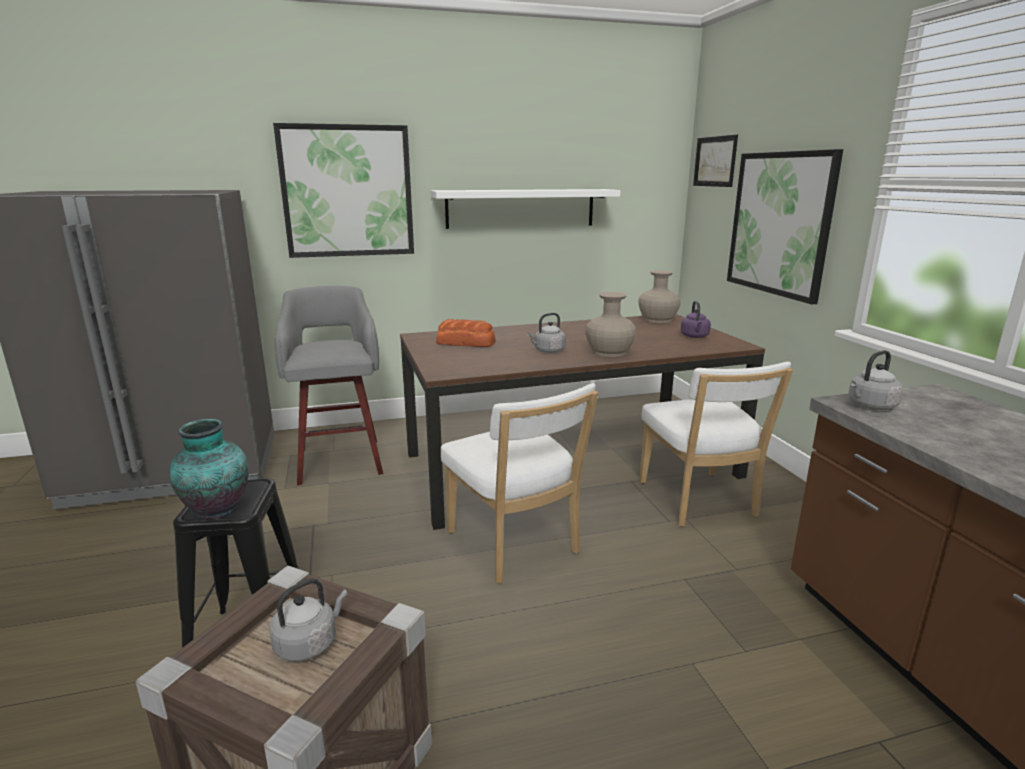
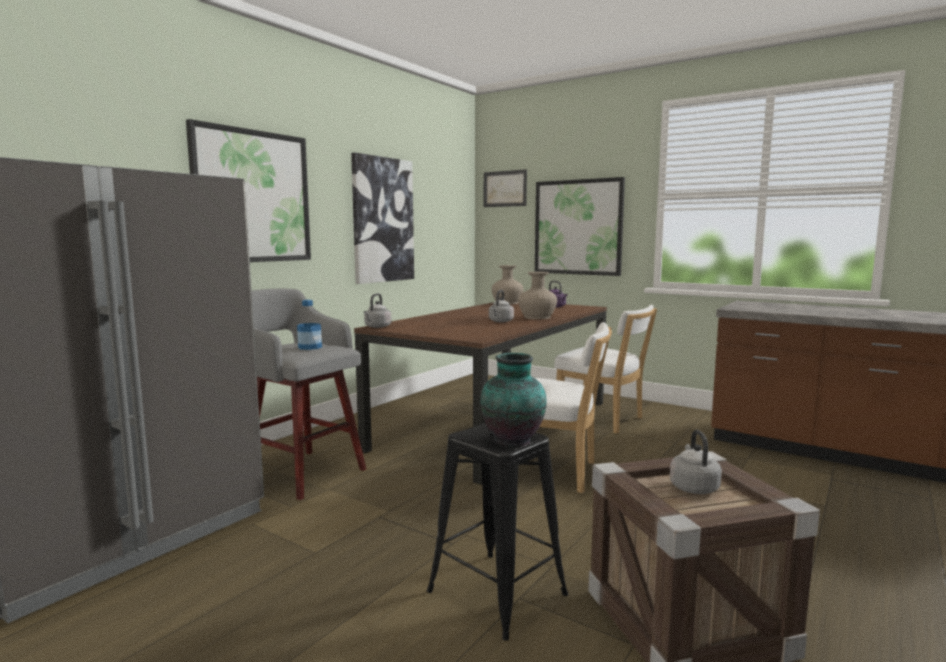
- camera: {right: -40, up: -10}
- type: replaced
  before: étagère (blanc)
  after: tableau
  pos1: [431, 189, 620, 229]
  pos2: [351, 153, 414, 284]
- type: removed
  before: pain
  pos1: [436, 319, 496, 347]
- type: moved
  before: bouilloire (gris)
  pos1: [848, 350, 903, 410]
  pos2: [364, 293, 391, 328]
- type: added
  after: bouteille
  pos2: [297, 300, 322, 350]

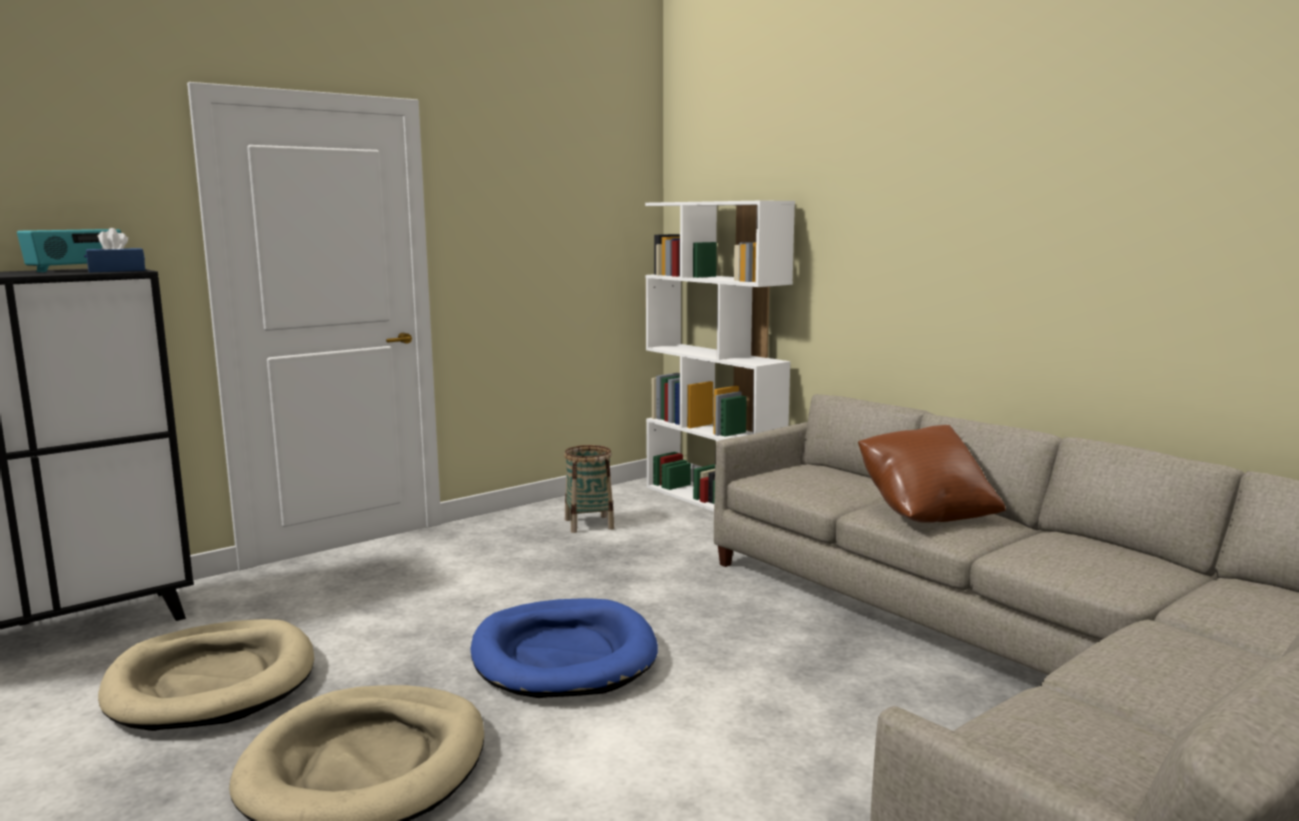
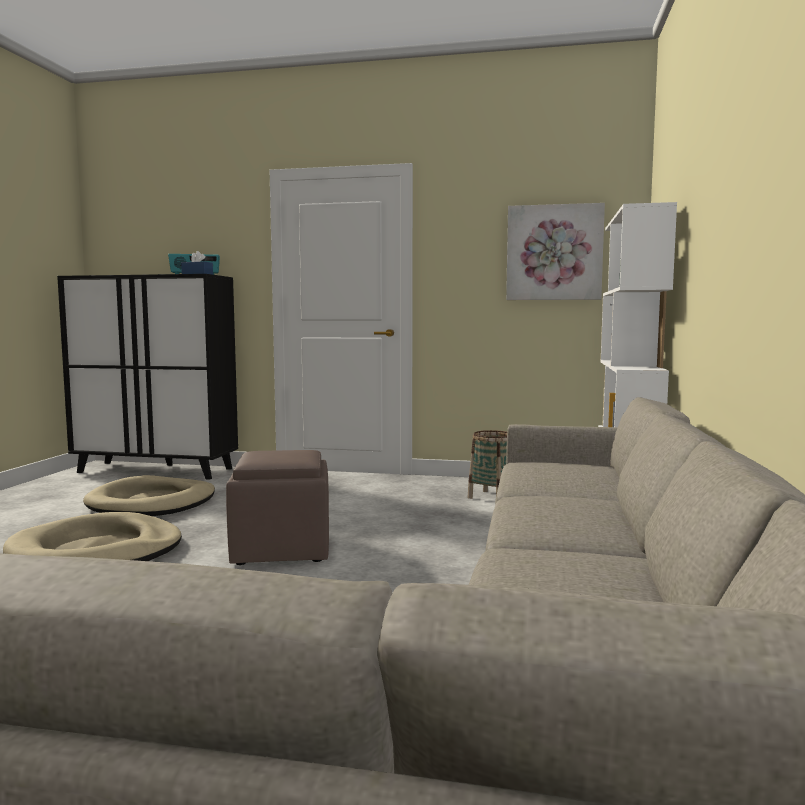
- camera: {right: 50, up: -5}
- type: removed
  before: coussin (marron)
  pos1: [858, 425, 1006, 523]
- type: replaced
  before: panier pour chien (bleu)
  after: pouf (marron)
  pos1: [470, 598, 658, 698]
  pos2: [226, 450, 329, 565]
- type: added
  after: tableau
  pos2: [506, 203, 605, 300]

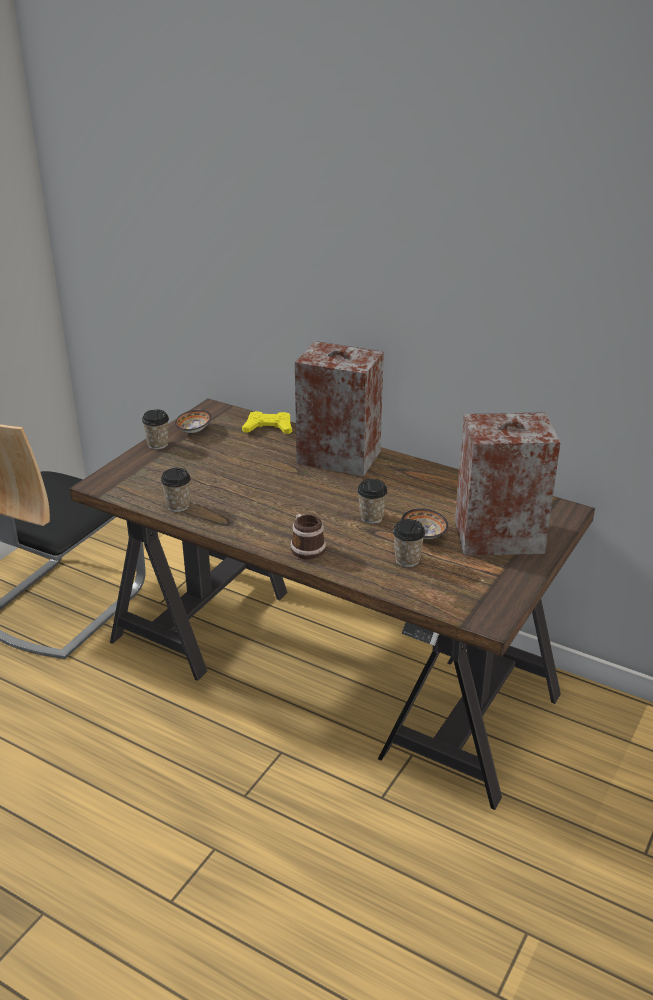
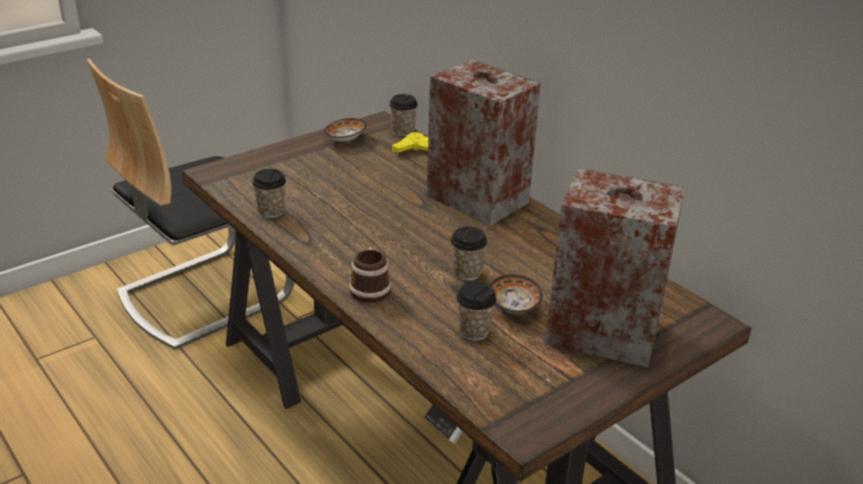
- camera: {right: 20, up: 0}
- type: moved
  before: tasse
  pos1: [142, 409, 169, 449]
  pos2: [389, 94, 418, 137]

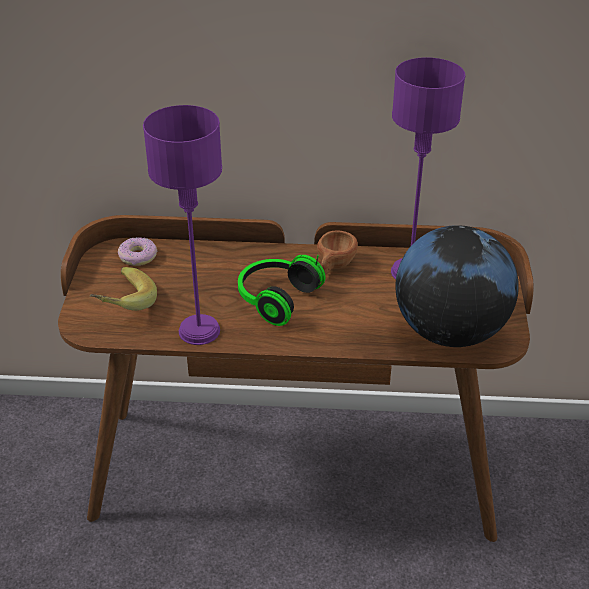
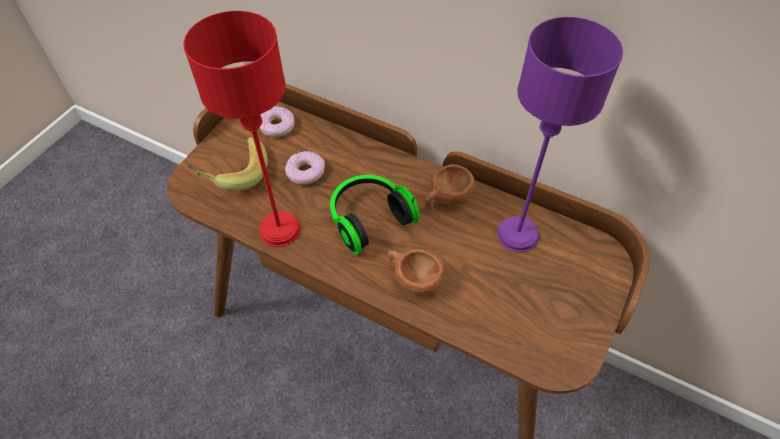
- camera: {right: 25, up: 15}
- type: recoloured
  before: lampe de table (violet)
  after: lampe de table (rouge)
  pos1: [143, 105, 222, 345]
  pos2: [183, 11, 300, 247]
- type: removed
  before: globe
  pos1: [395, 225, 519, 347]
- type: added
  after: beignet
  pos2: [285, 151, 325, 185]
- type: added
  after: tasse (marron)
  pos2: [388, 249, 444, 296]

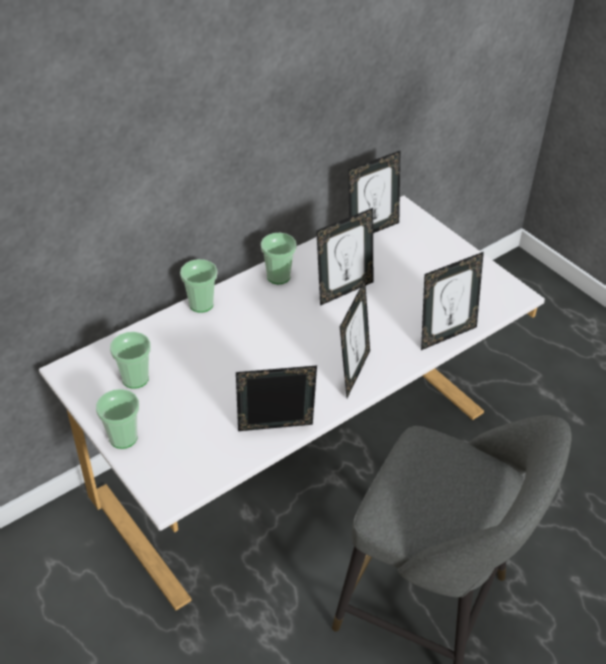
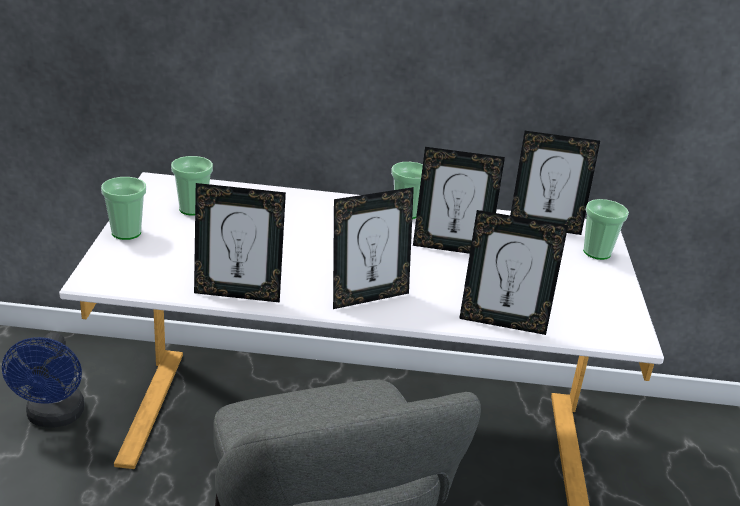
- camera: {right: 40, up: -15}
- type: moved
  before: tasse
  pos1: [180, 259, 217, 313]
  pos2: [583, 199, 629, 260]
- type: turned
  before: cadre photo
  pos1: [236, 365, 317, 431]
  pos2: [194, 183, 286, 303]
  turn: 150
- type: added
  after: ventilateur (bleu)
  pos2: [2, 332, 85, 428]

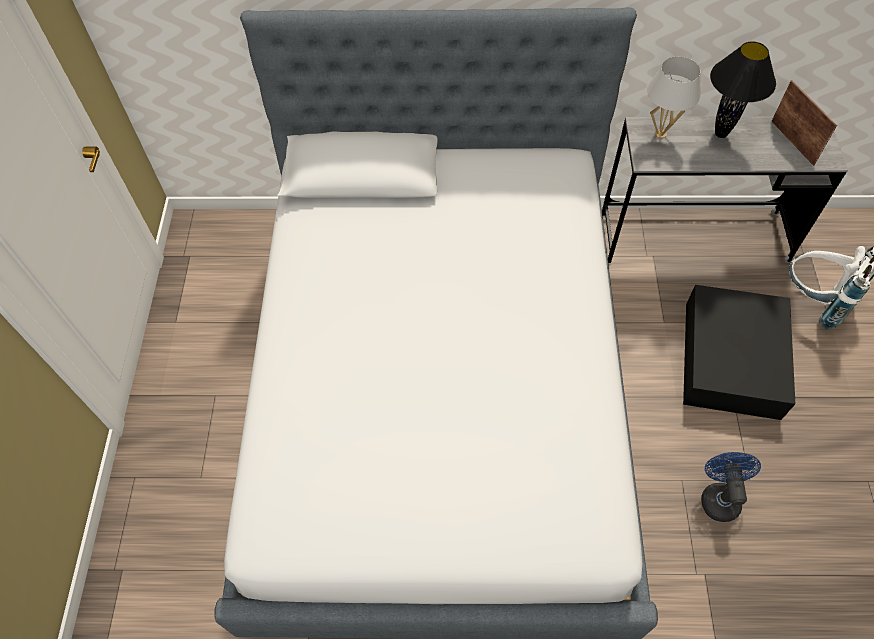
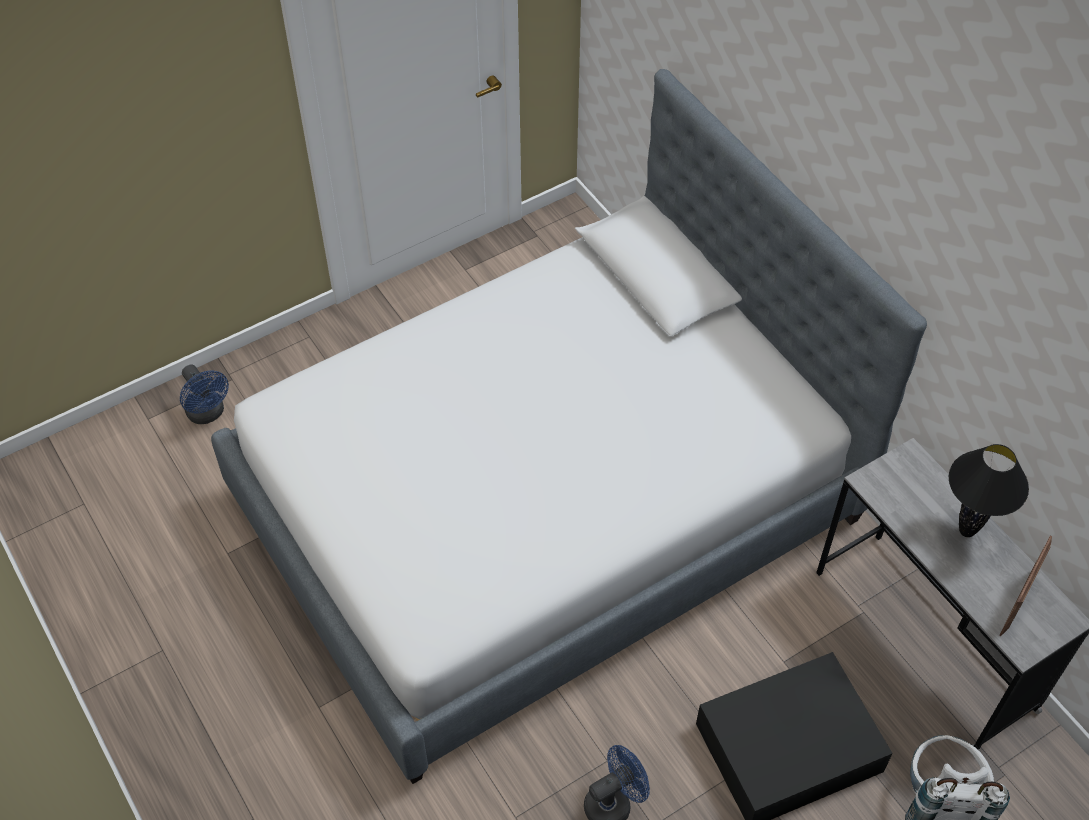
- camera: {right: 55, up: -5}
- type: removed
  before: lampe de table (blanc)
  pos1: [647, 57, 700, 139]
- type: added
  after: ventilateur (bleu)
  pos2: [180, 365, 229, 424]

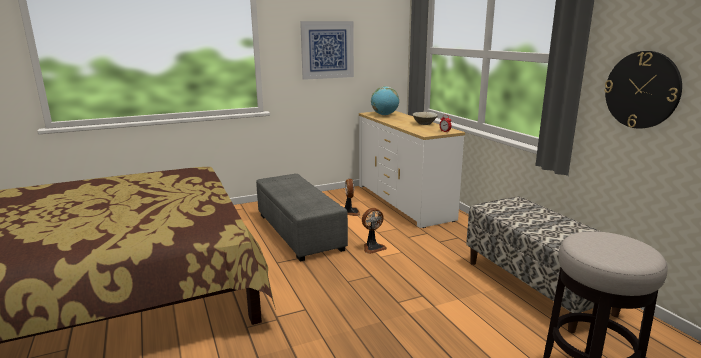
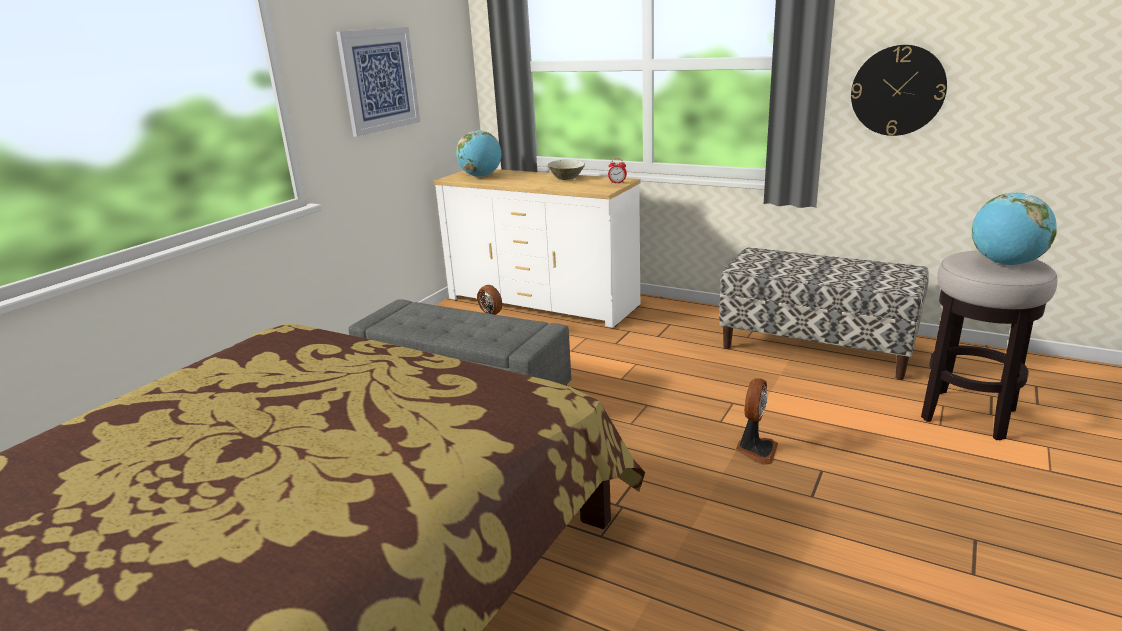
- camera: {right: -35, up: 5}
- type: moved
  before: ventilateur
  pos1: [362, 208, 387, 254]
  pos2: [736, 378, 778, 465]
- type: added
  after: globe
  pos2: [972, 192, 1057, 265]

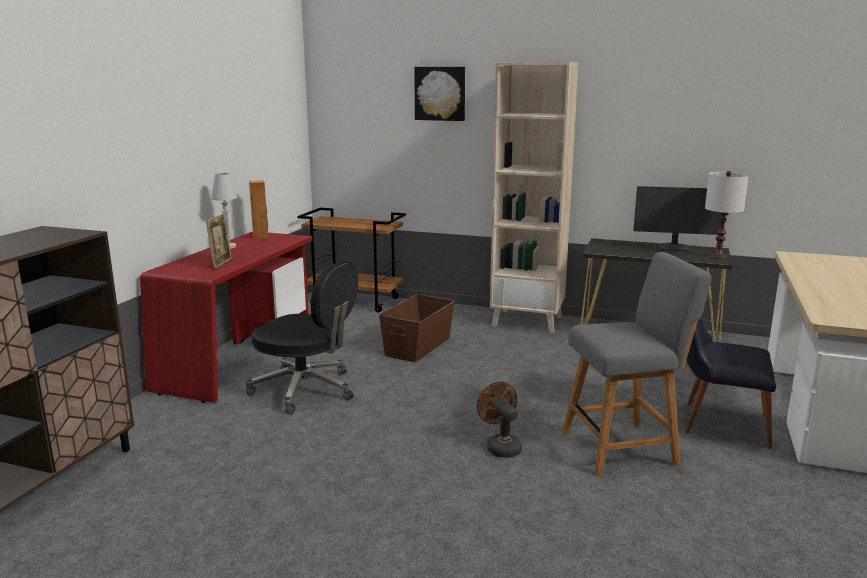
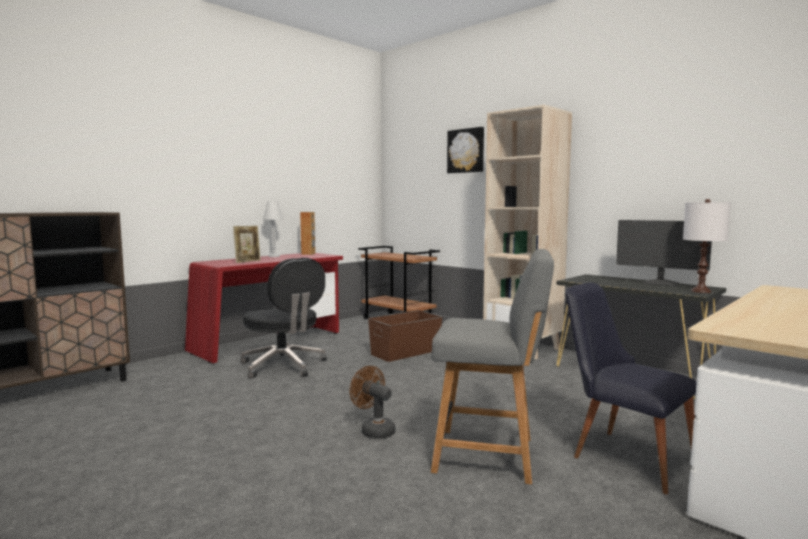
- camera: {right: 25, up: -10}
- type: turned
  before: ventilateur (marron)
  pos1: [477, 382, 522, 458]
  pos2: [349, 366, 396, 439]
  turn: -45

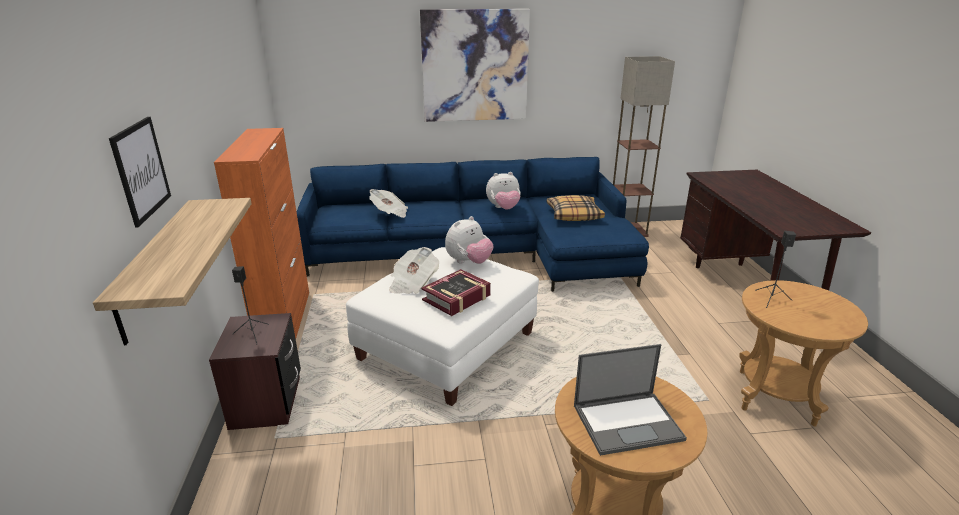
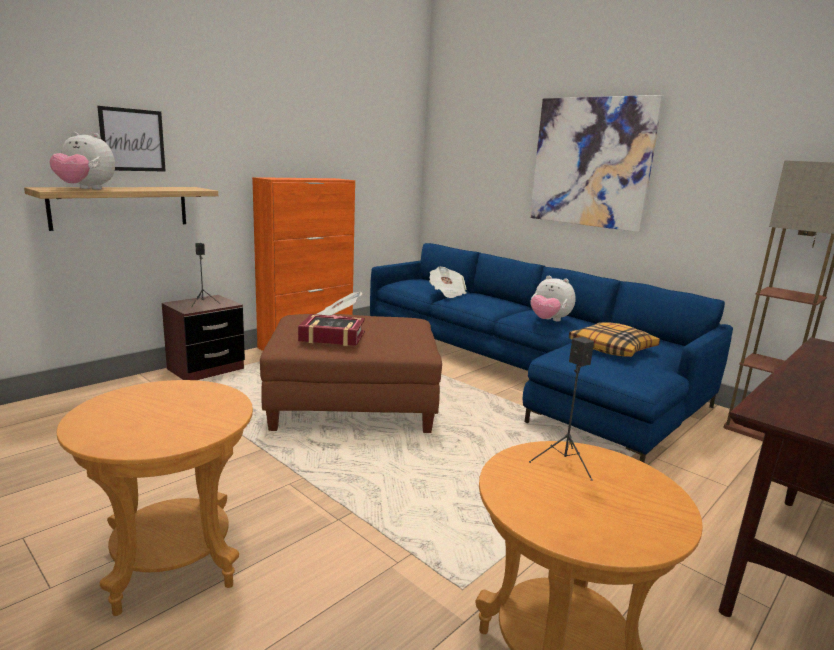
- camera: {right: 50, up: -10}
- type: moved
  before: peluche
  pos1: [445, 216, 494, 264]
  pos2: [50, 132, 115, 190]
- type: recoloured
  before: pouf (blanc)
  after: pouf (marron)
  pos1: [346, 247, 539, 406]
  pos2: [260, 314, 442, 433]
- type: removed
  before: ordinateur portable
  pos1: [574, 344, 687, 456]

